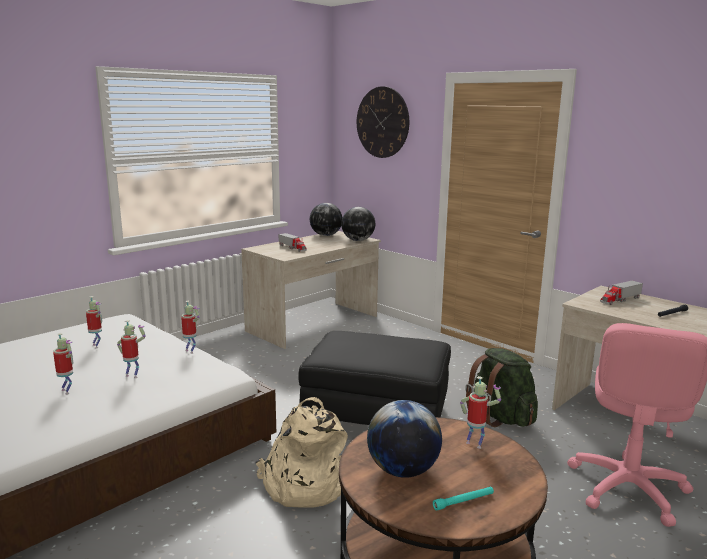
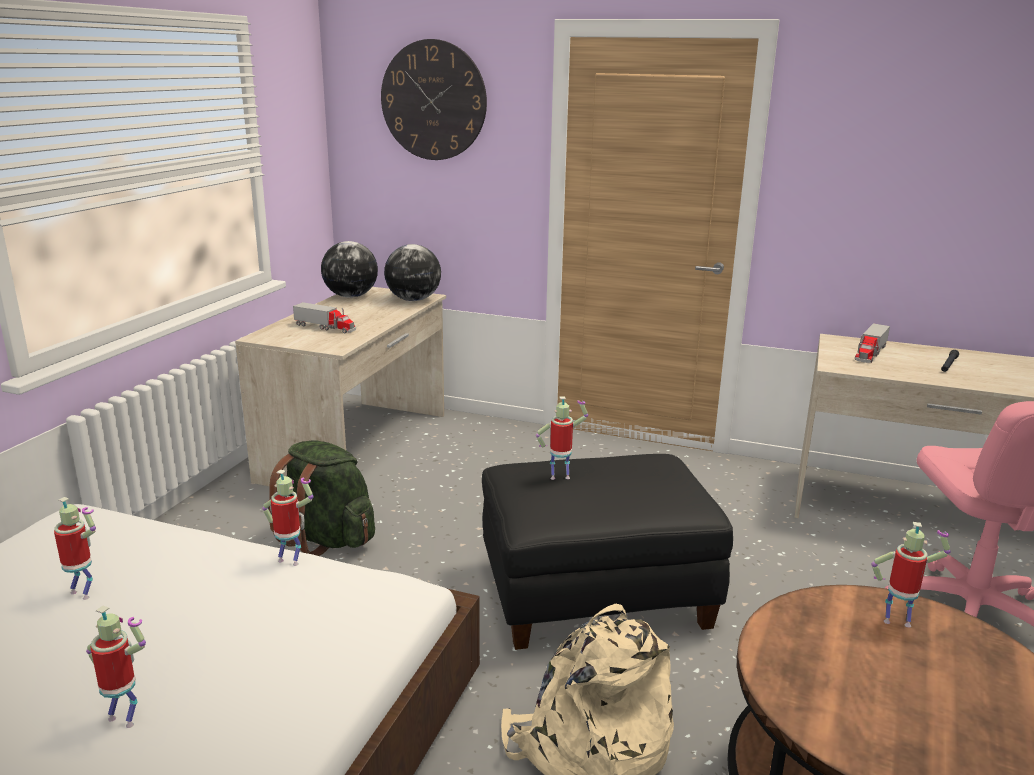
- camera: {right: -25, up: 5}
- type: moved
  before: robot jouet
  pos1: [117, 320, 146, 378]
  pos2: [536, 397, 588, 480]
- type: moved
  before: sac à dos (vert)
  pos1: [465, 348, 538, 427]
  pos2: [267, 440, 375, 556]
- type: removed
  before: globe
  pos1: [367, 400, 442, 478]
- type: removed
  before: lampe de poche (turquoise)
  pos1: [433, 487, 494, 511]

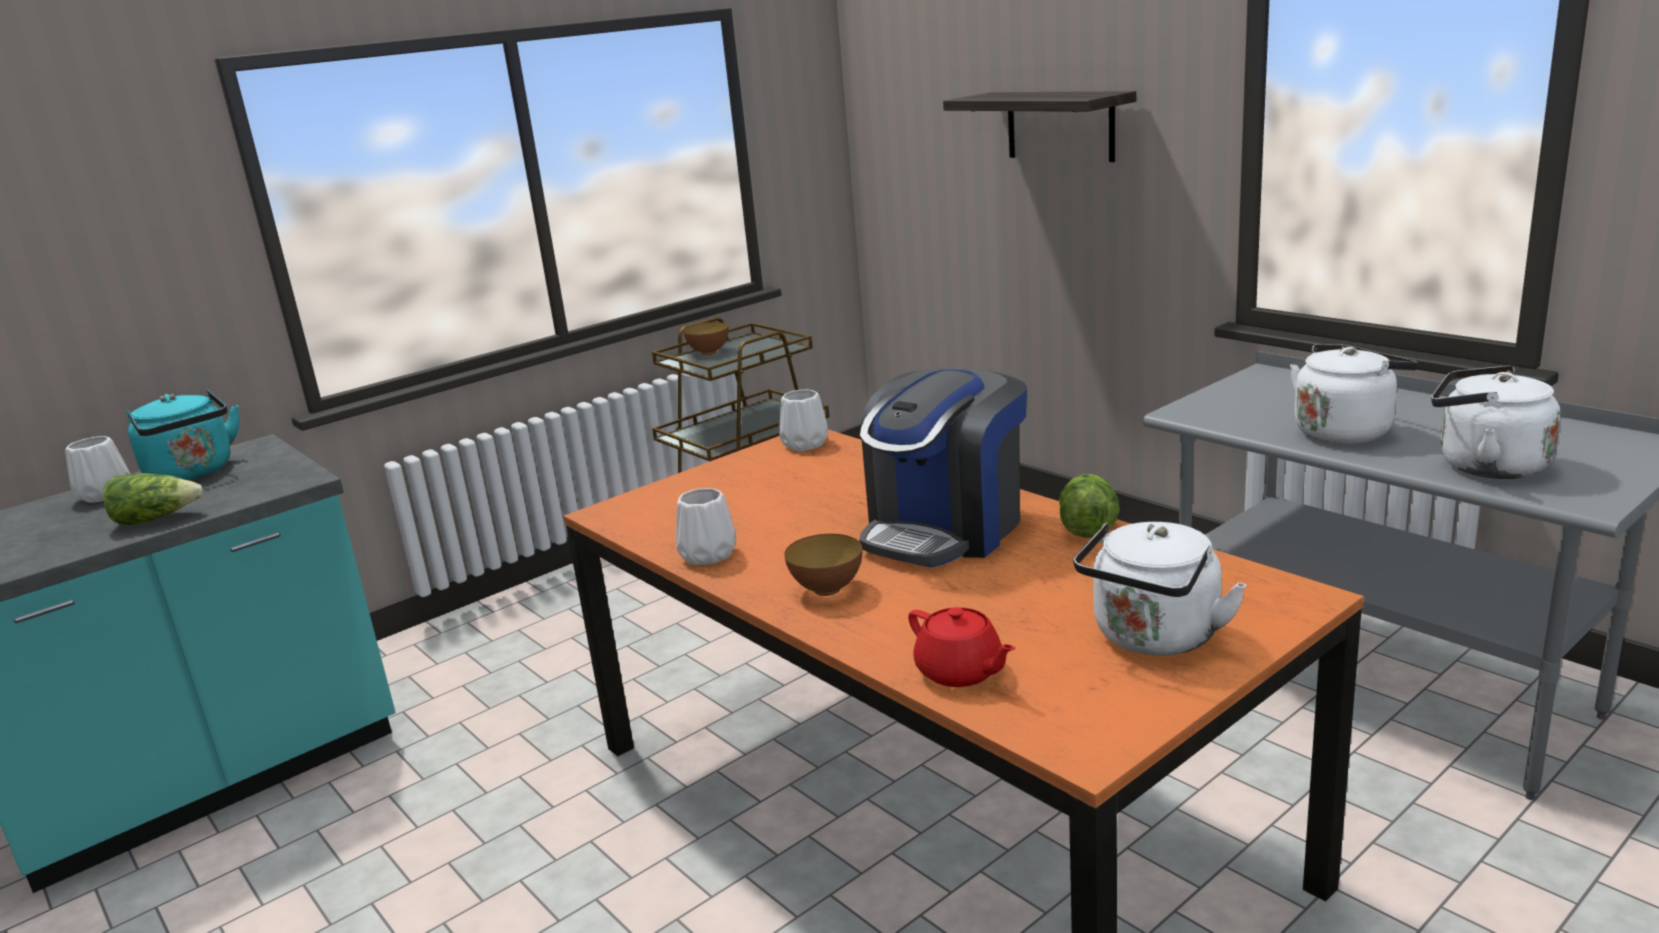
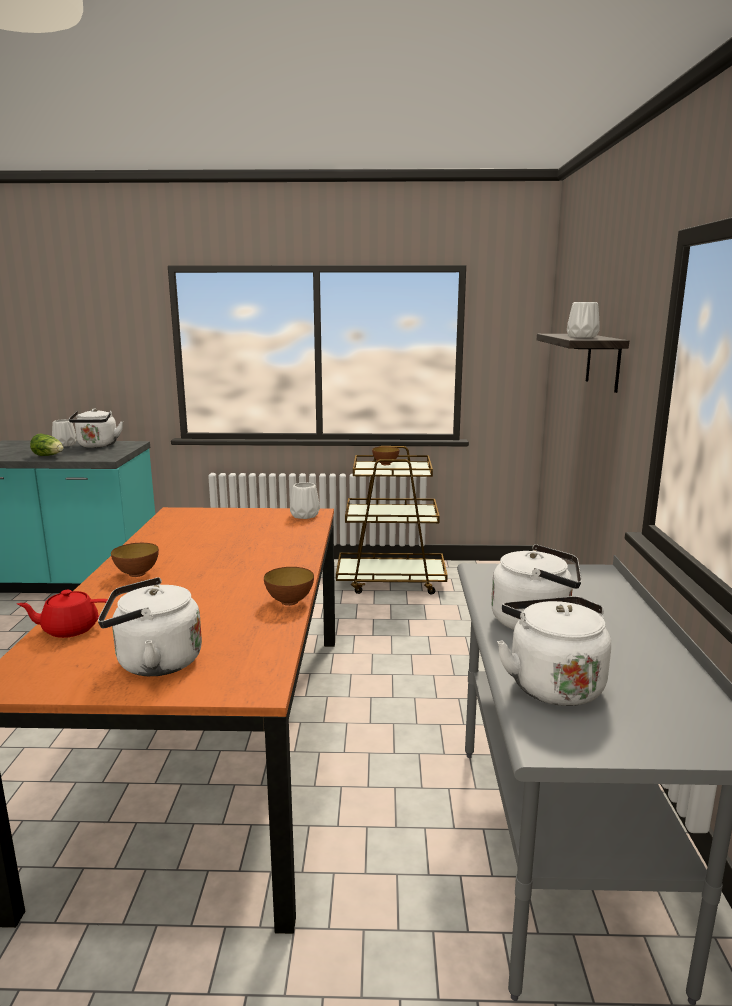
- camera: {right: 40, up: -5}
- type: removed
  before: machine à café
  pos1: [859, 368, 1027, 567]
- type: recoloured
  before: bouilloire (turquoise)
  after: bouilloire (blanc)
  pos1: [126, 390, 239, 480]
  pos2: [69, 408, 123, 448]
- type: replaced
  before: laitue
  after: bol
  pos1: [1059, 474, 1120, 538]
  pos2: [264, 567, 314, 606]
- type: moved
  before: vase (blanc)
  pos1: [676, 488, 736, 565]
  pos2: [567, 302, 600, 338]
- type: turned
  before: théière (rouge)
  pos1: [908, 607, 1016, 687]
  pos2: [17, 590, 110, 638]
  turn: 75

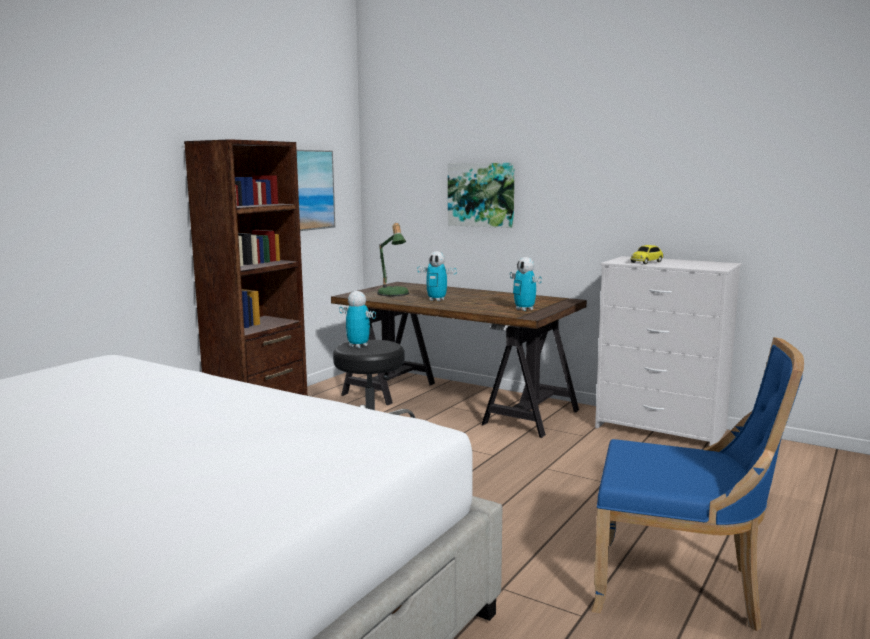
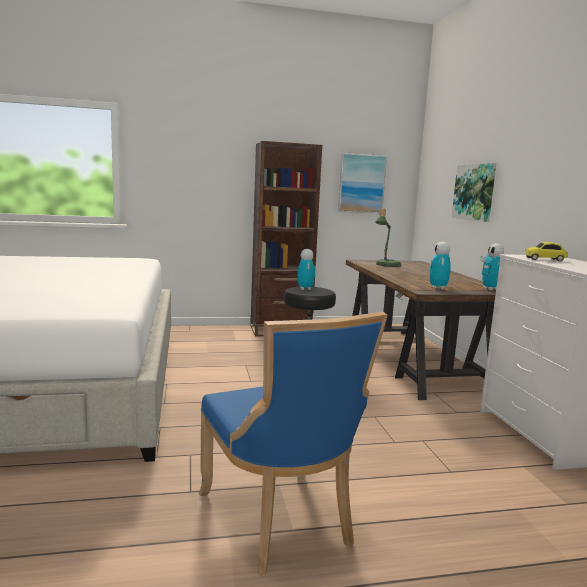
- camera: {right: 45, up: 0}
- type: moved
  before: robot jouet
  pos1: [417, 251, 457, 301]
  pos2: [480, 244, 504, 290]

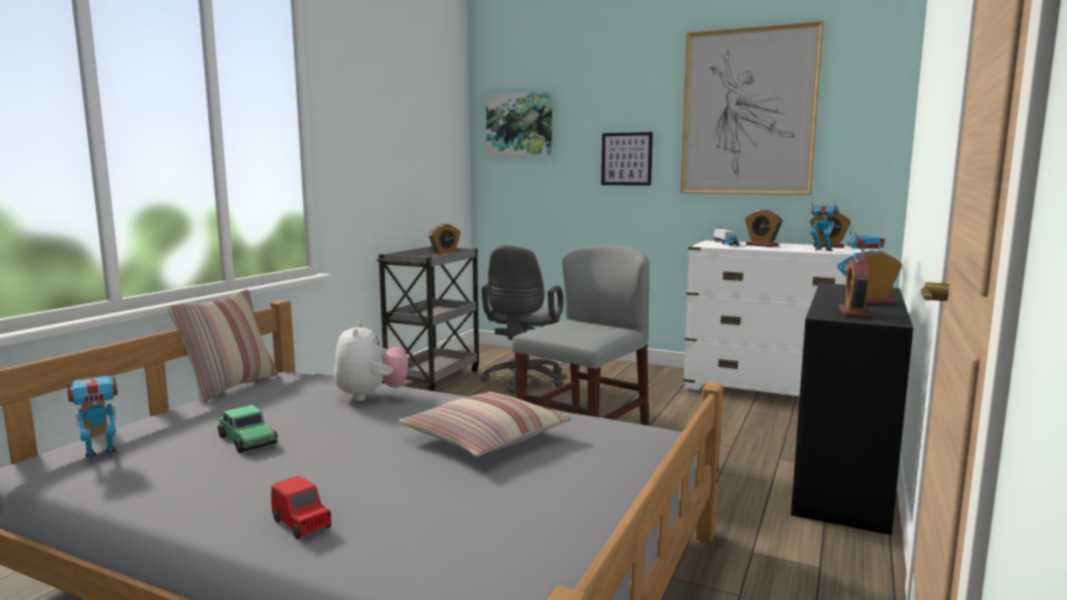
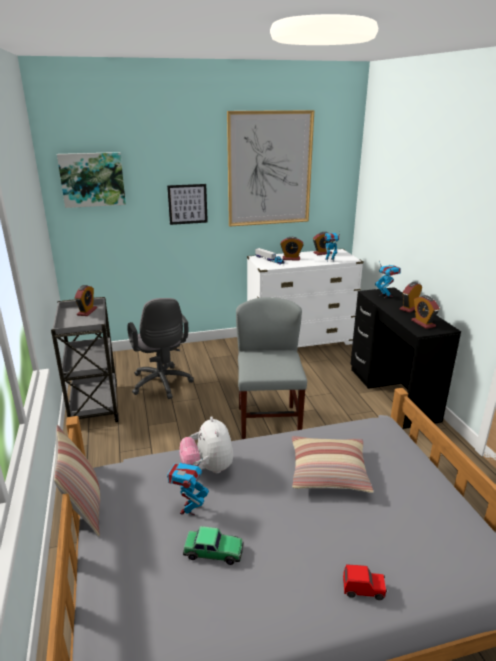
- camera: {right: -40, up: 15}
- type: turned
  before: peluche
  pos1: [334, 322, 408, 401]
  pos2: [179, 416, 233, 473]
  turn: -150
- type: moved
  before: robot jouet
  pos1: [67, 369, 118, 463]
  pos2: [167, 458, 209, 515]

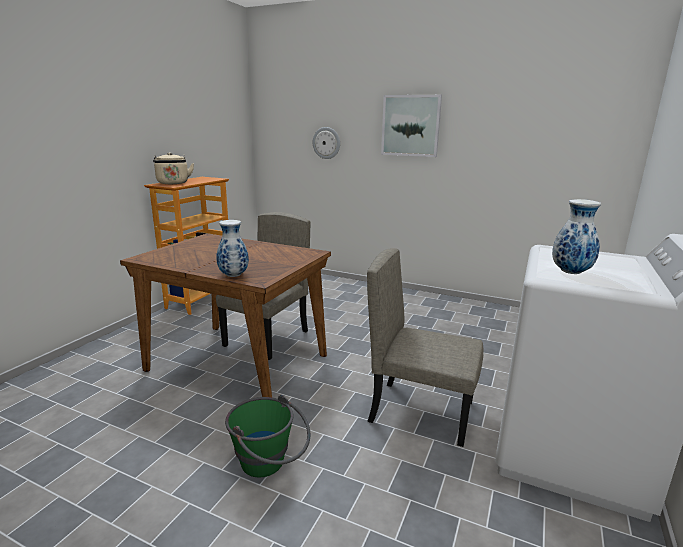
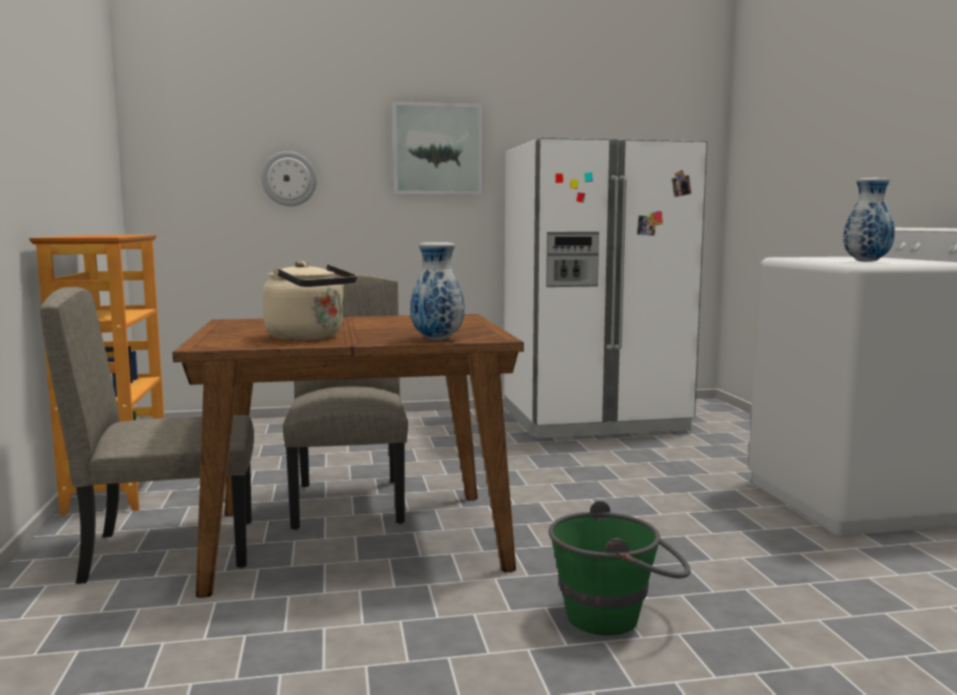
- camera: {right: -35, up: -10}
- type: moved
  before: bouilloire (beige)
  pos1: [153, 152, 194, 184]
  pos2: [263, 261, 357, 340]
- type: moved
  before: chaise (beige)
  pos1: [367, 248, 484, 447]
  pos2: [40, 287, 254, 584]
- type: added
  after: réfrigérateur (blanc)
  pos2: [504, 138, 707, 438]

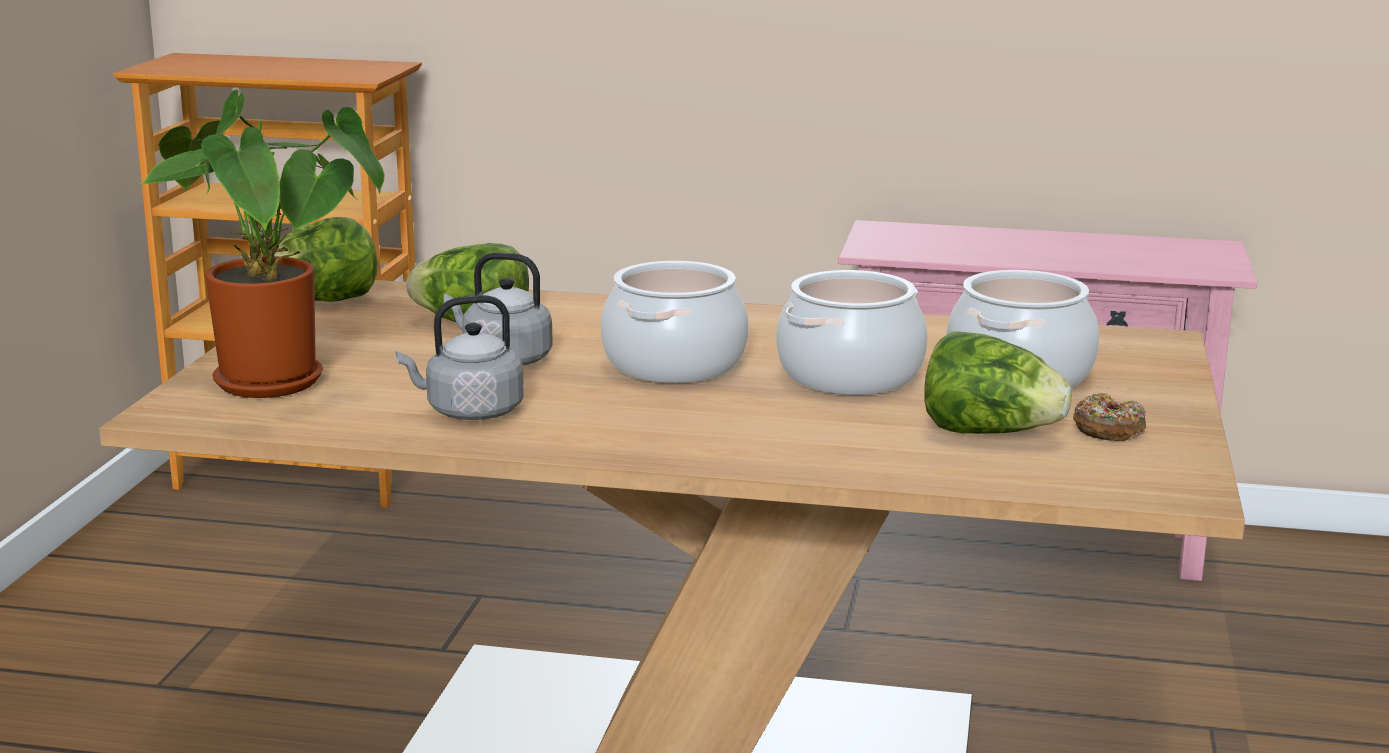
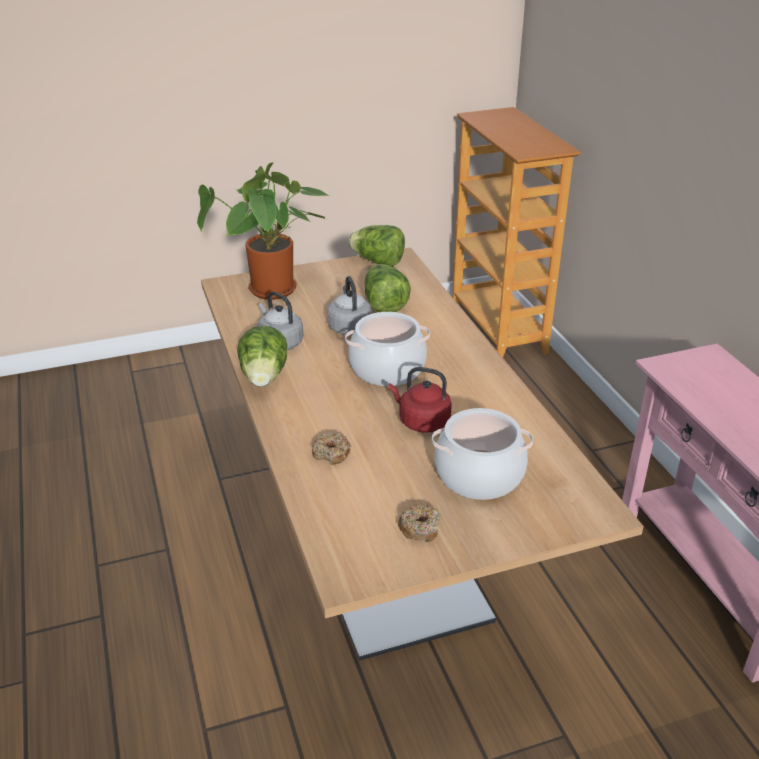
- camera: {right: 60, up: 15}
- type: replaced
  before: marmite
  after: bouilloire (rouge)
  pos1: [776, 270, 928, 395]
  pos2: [388, 367, 452, 433]
- type: moved
  before: laitue
  pos1: [925, 331, 1072, 434]
  pos2: [237, 326, 287, 387]
- type: added
  after: beignet
  pos2: [312, 432, 351, 465]

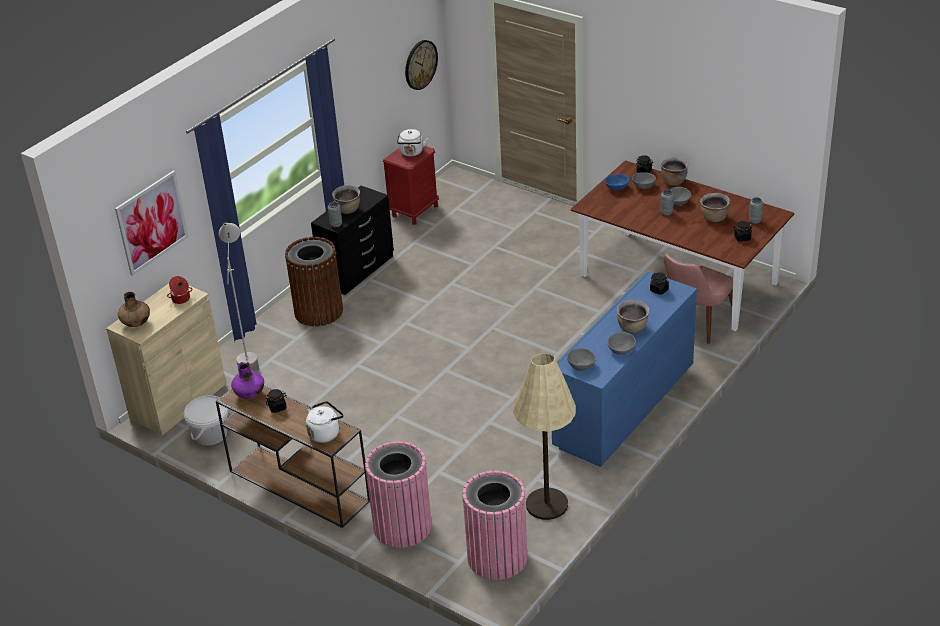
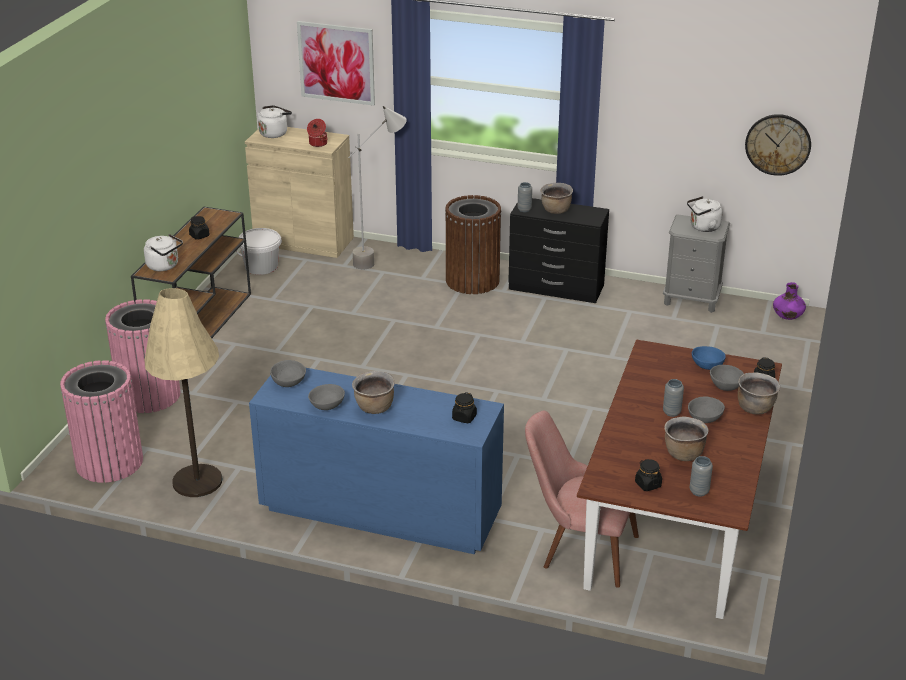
- camera: {right: 70, up: -5}
- type: recoloured
  before: table de chevet (rouge)
  after: table de chevet (gris)
  pos1: [383, 146, 439, 225]
  pos2: [663, 214, 730, 313]
- type: replaced
  before: vase (marron)
  after: bouilloire (blanc)
  pos1: [118, 292, 150, 327]
  pos2: [257, 105, 292, 138]
- type: moved
  before: vase (violet)
  pos1: [231, 362, 264, 399]
  pos2: [773, 282, 806, 320]

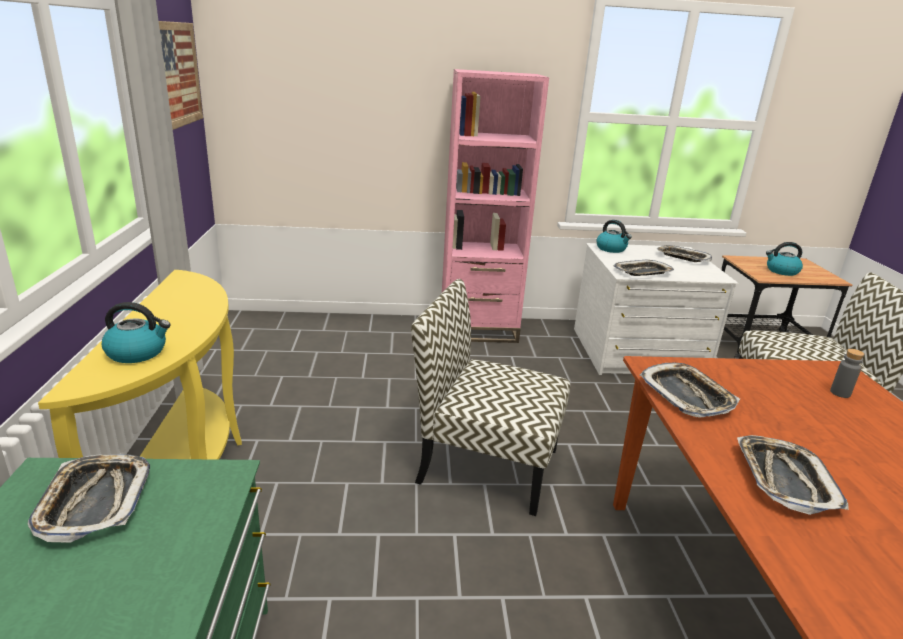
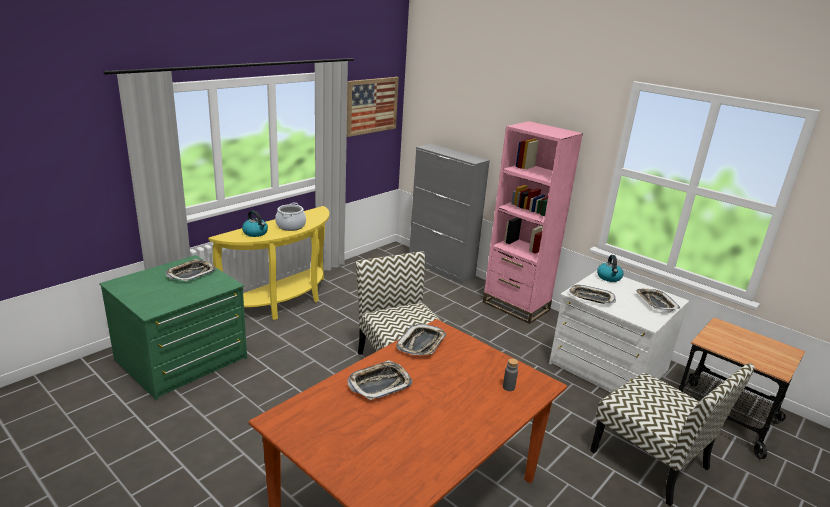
- camera: {right: 45, up: 0}
- type: removed
  before: bouilloire
  pos1: [766, 242, 803, 276]
- type: added
  after: meuble de rangement (gris)
  pos2: [409, 144, 490, 284]
- type: added
  after: marmite
  pos2: [275, 203, 306, 231]

